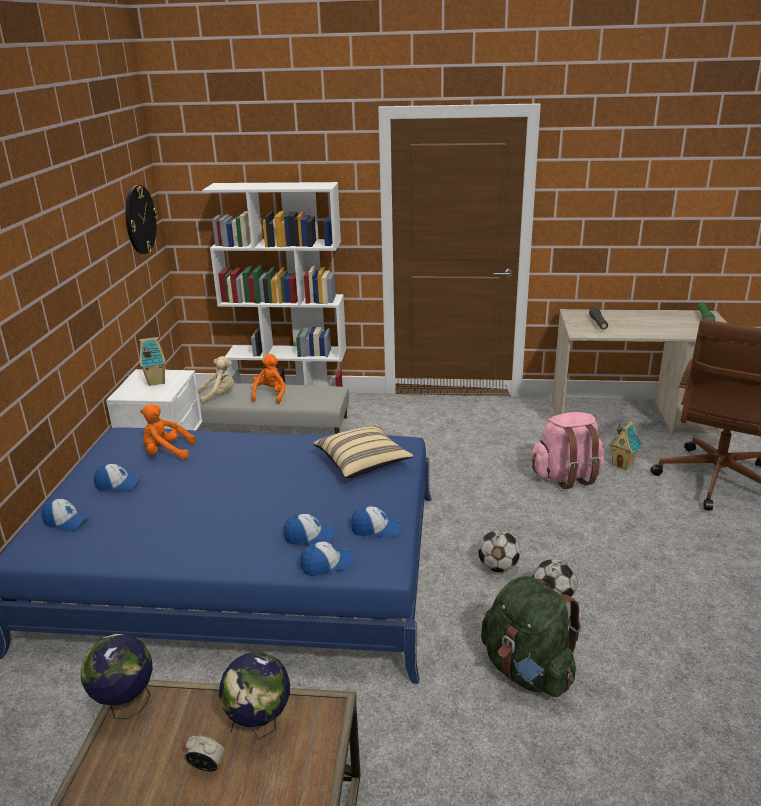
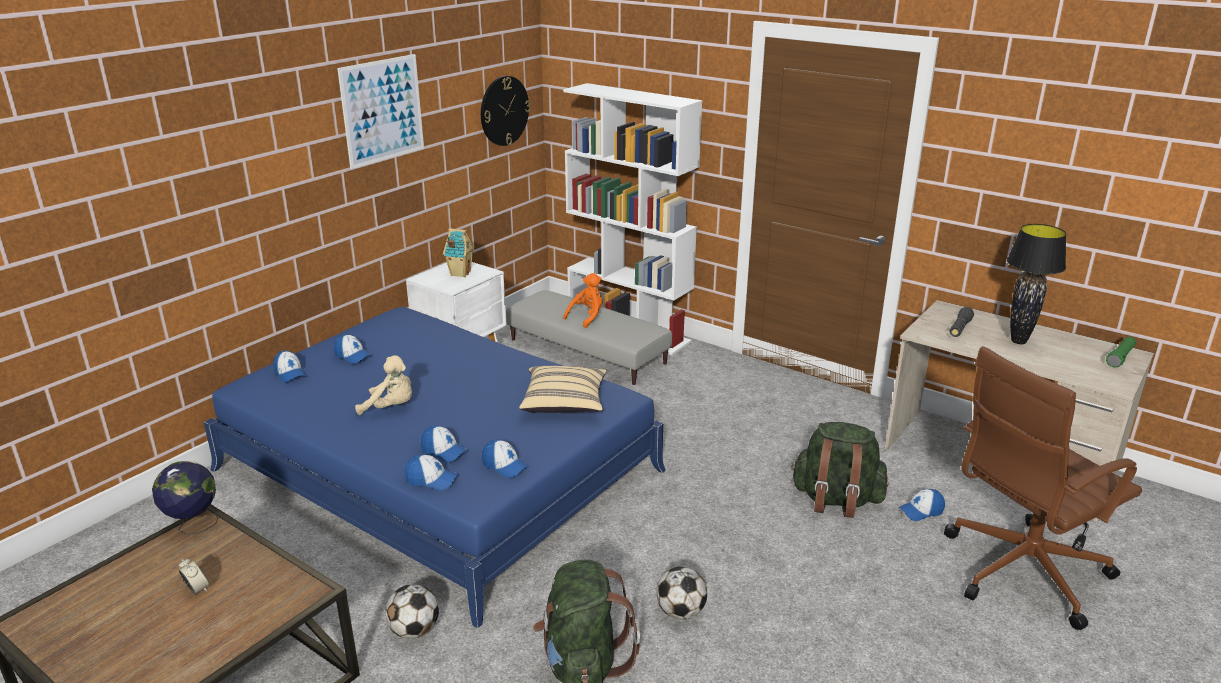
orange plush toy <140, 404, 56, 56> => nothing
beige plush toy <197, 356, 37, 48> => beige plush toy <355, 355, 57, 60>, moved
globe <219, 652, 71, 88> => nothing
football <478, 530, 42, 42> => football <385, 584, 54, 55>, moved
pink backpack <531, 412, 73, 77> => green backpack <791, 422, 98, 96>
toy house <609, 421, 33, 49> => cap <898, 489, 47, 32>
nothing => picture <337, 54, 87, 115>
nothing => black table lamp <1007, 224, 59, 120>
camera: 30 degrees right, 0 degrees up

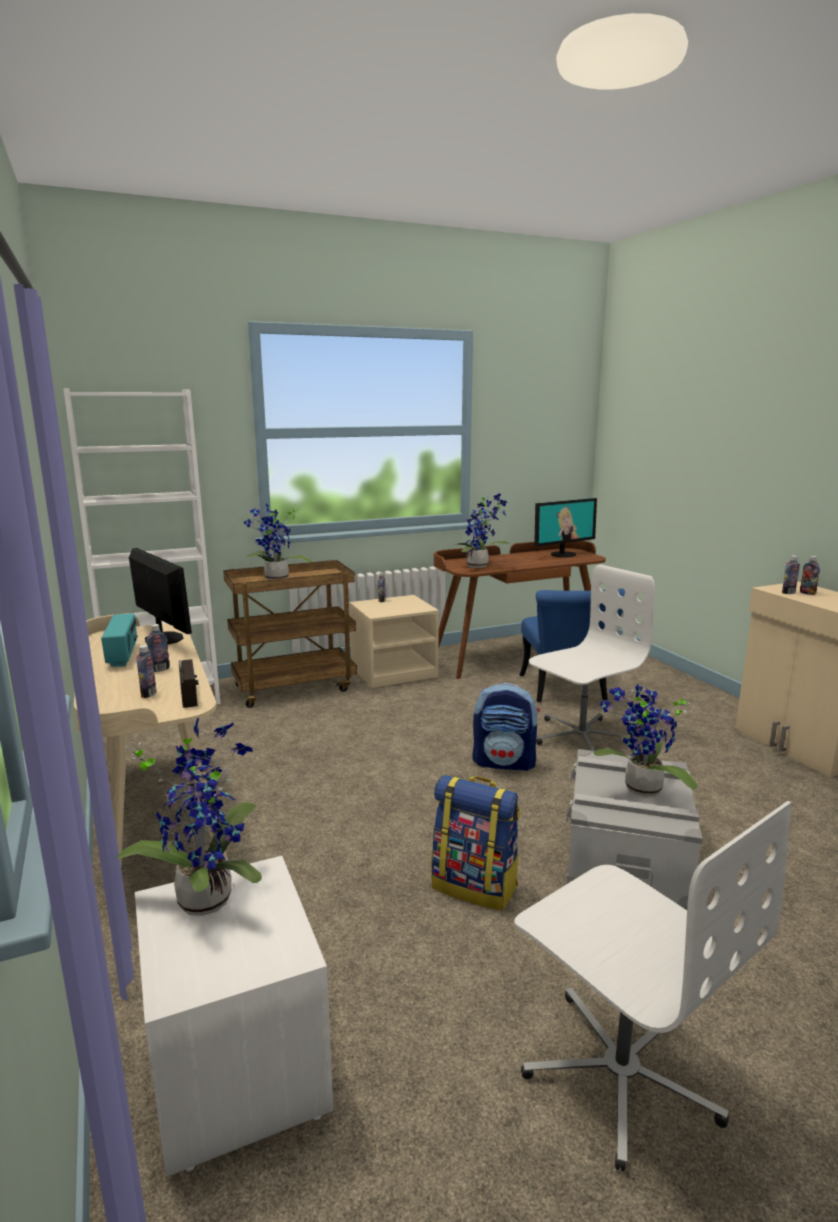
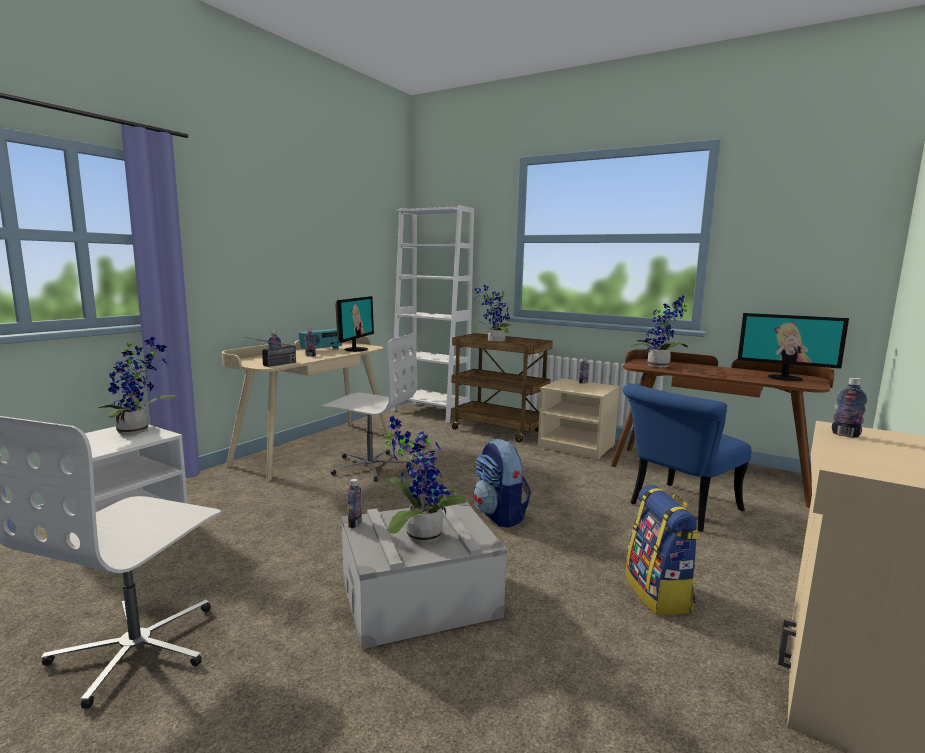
backpack <431, 775, 89, 136> => backpack <625, 485, 75, 130>, moved
white office chair <529, 564, 126, 188> => white office chair <321, 333, 96, 149>, moved
bottle <800, 556, 20, 39> => bottle <347, 479, 15, 49>, moved
camera: 55 degrees right, 5 degrees down

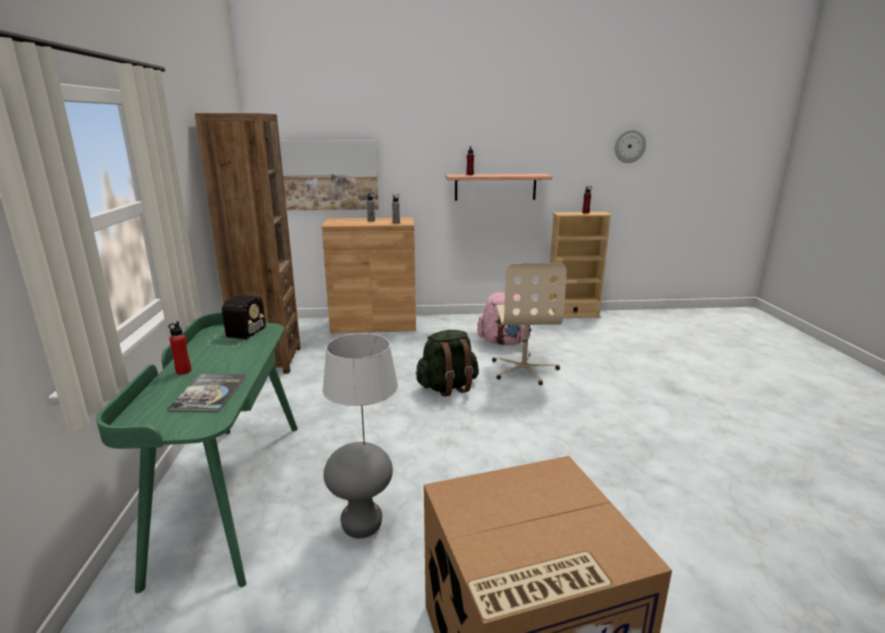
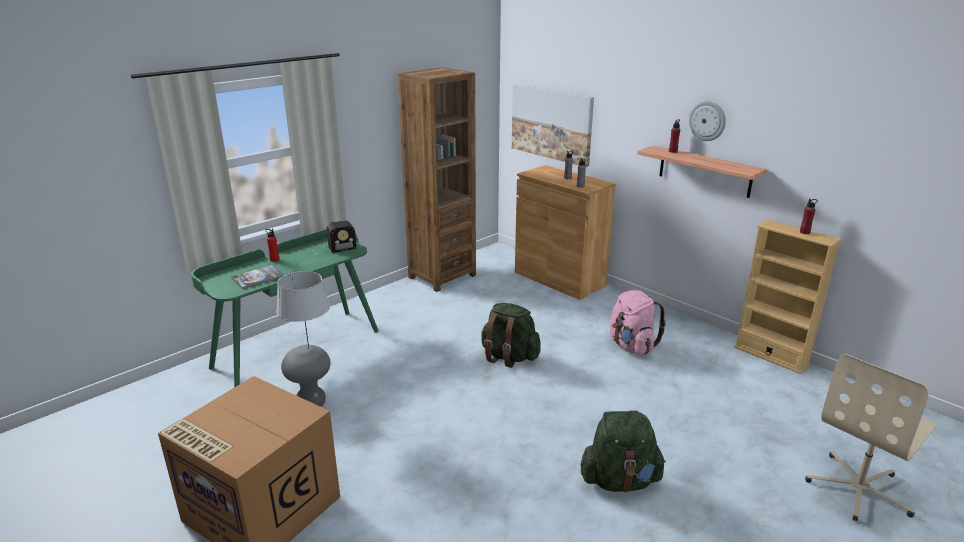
beige office chair <492, 263, 75, 122> => beige office chair <805, 354, 131, 167>, moved
wall clock <615, 129, 31, 34> => wall clock <689, 101, 37, 40>, moved
nothing => green backpack <581, 410, 85, 82>
camera: 50 degrees right, 5 degrees up

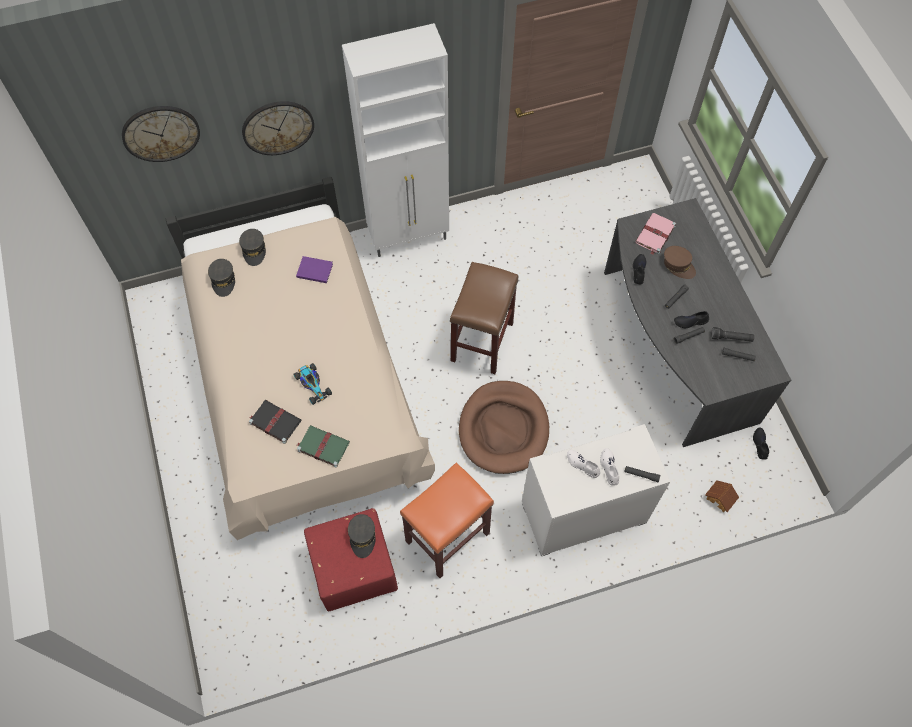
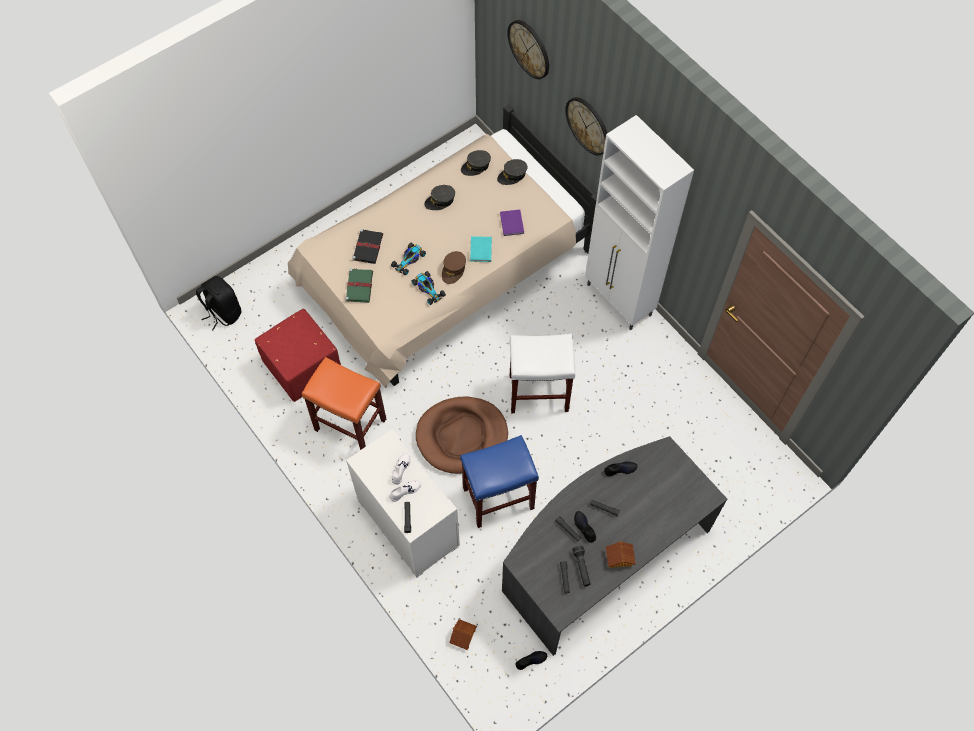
grey cap <348, 514, 28, 44> => grey cap <424, 185, 31, 25>, moved
brown stool <450, 262, 68, 112> => white stool <510, 334, 65, 79>
pink book <635, 213, 41, 41> => nothing
brown cap <664, 246, 32, 33> => brown cap <442, 251, 24, 33>, moved
nothing => black backpack <196, 276, 46, 54>
nothing => toy car <411, 271, 35, 34>
nothing => blue stool <460, 435, 79, 93>
nothing => turquoise book <470, 236, 22, 26>
nothing => toy house <606, 541, 30, 27>
camera: 70 degrees right, 0 degrees up

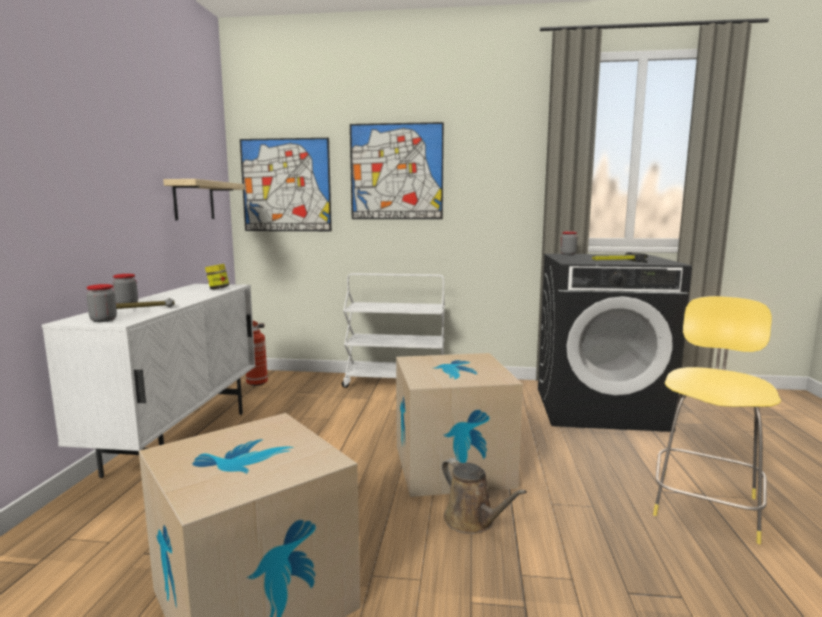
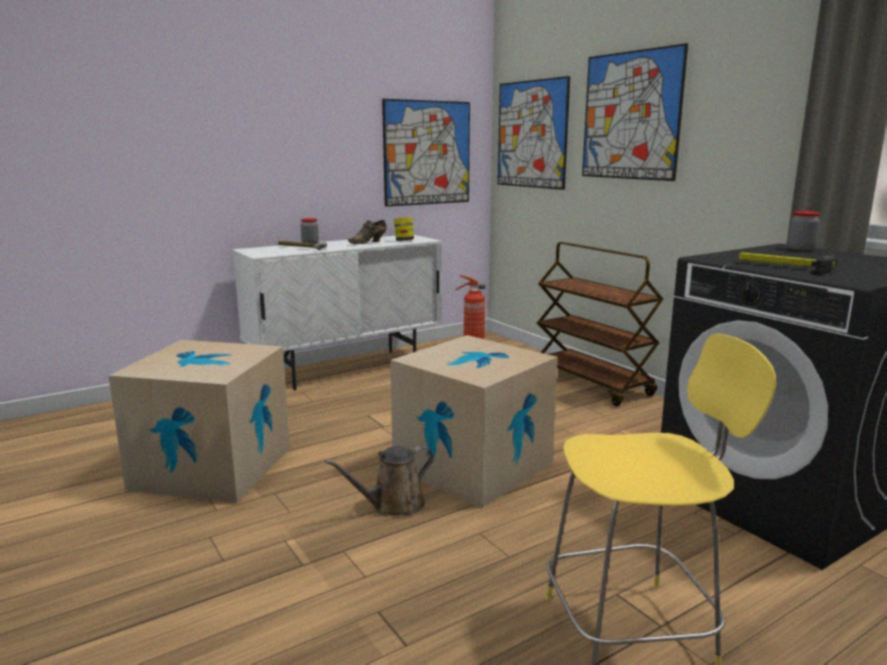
jar <86, 284, 31, 38> => nothing
shelf <163, 179, 81, 41> => picture <382, 99, 88, 108>
white cart <342, 273, 103, 115> => brown cart <536, 242, 127, 164>
brown watering can <442, 458, 85, 76> => brown watering can <325, 445, 109, 71>, 45 degrees clockwise
nothing => brown shoe <348, 220, 39, 24>
camera: 50 degrees right, 5 degrees up

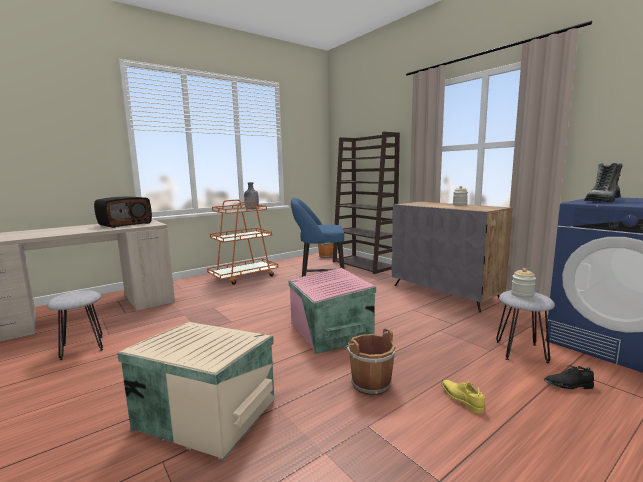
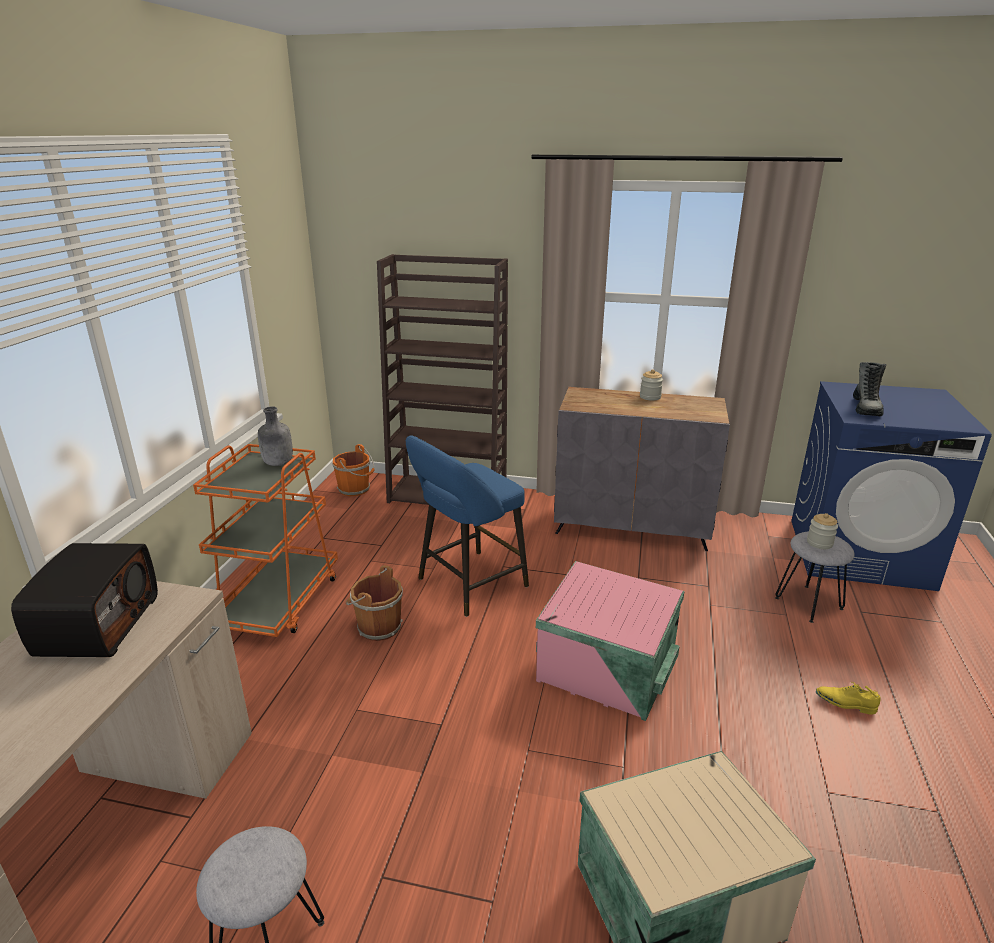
brown bucket <344, 328, 52, 67> => brown bucket <346, 565, 57, 76>, moved
black shoe <544, 365, 50, 24> => nothing
camera: 40 degrees left, 15 degrees up

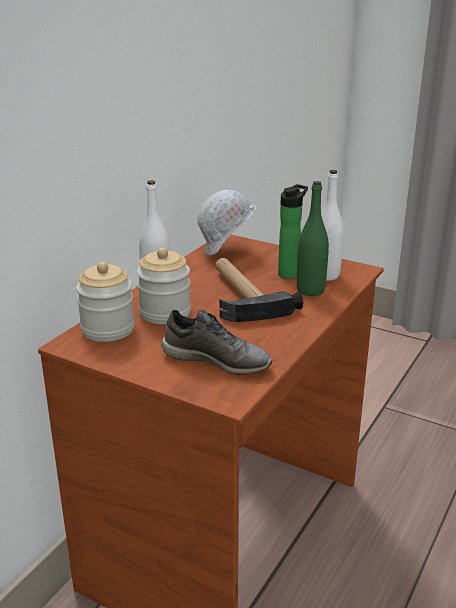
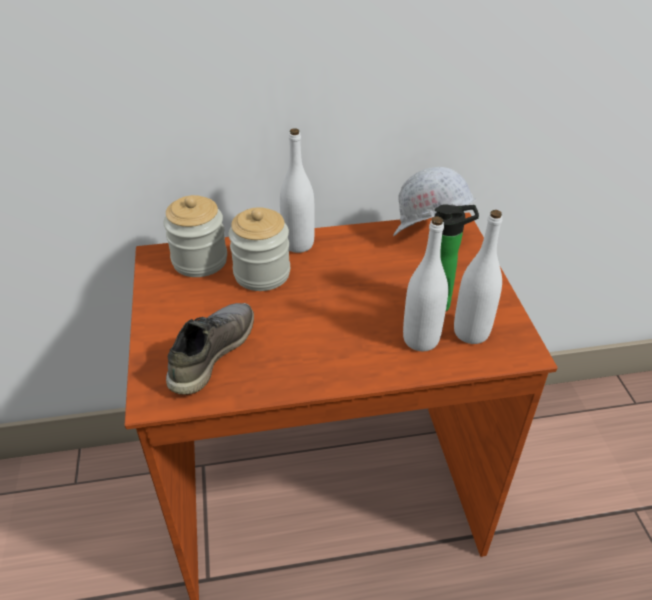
grey shoe <161, 310, 112, 65> => grey shoe <166, 303, 88, 92>, 135 degrees counterclockwise
hammer <215, 258, 88, 64> => nothing
green bottle <297, 181, 32, 115> => white bottle <403, 216, 45, 135>
camera: 50 degrees right, 15 degrees up

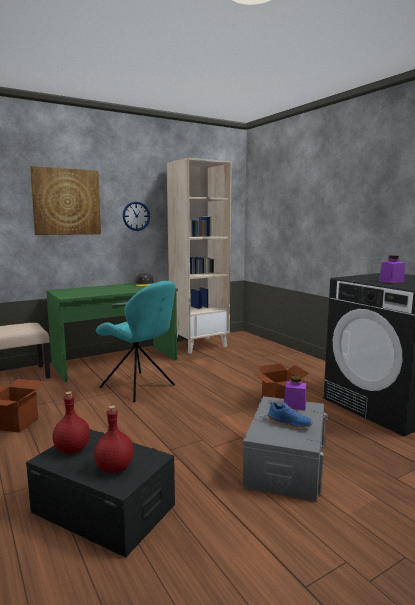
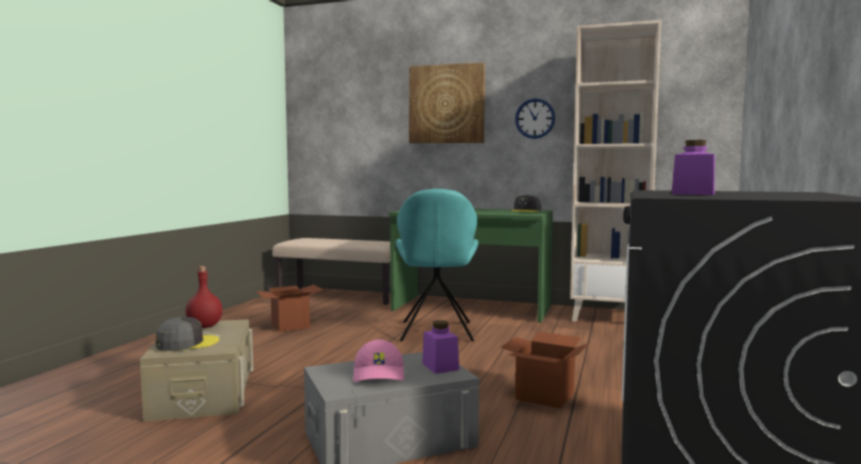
black storage box <26, 429, 149, 129> => beige storage box <139, 319, 115, 102>
red bottle <94, 405, 39, 68> => grey cap <156, 317, 64, 34>
blue shoe <267, 400, 46, 29> => pink cap <353, 339, 51, 43>
camera: 50 degrees right, 5 degrees down

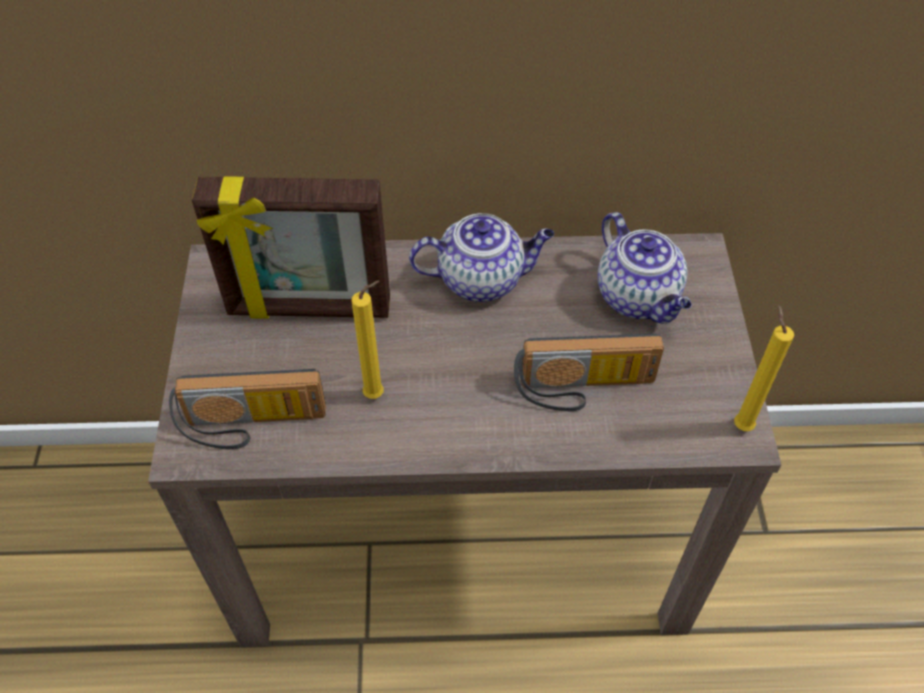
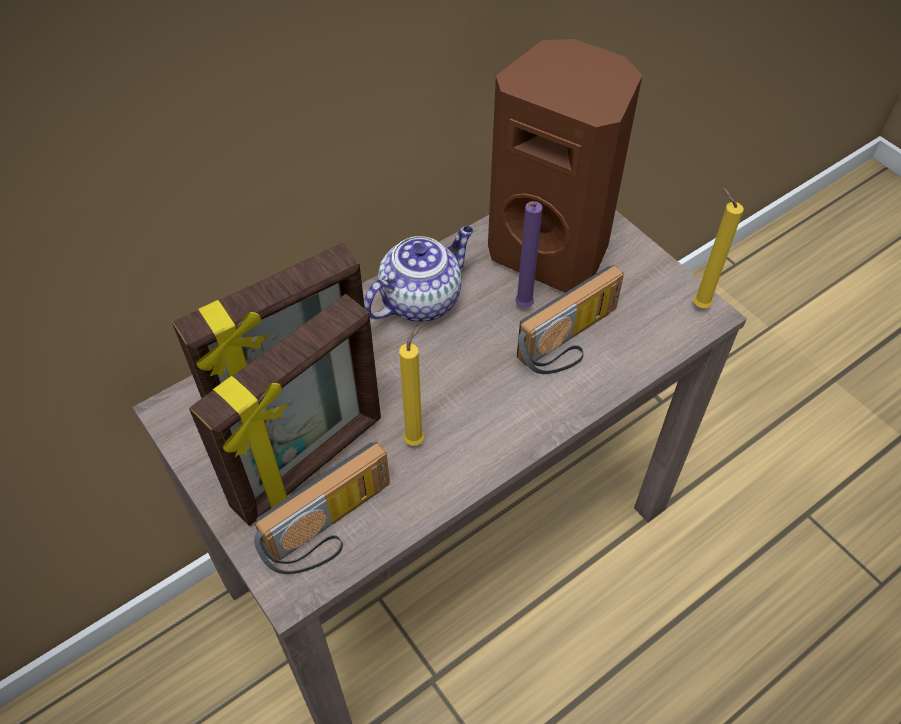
teapot <598, 212, 94, 111> => brown speaker <488, 39, 154, 254>
nothing => picture frame <189, 294, 192, 232>
nothing => purple candle <515, 201, 28, 107>
camera: 35 degrees left, 0 degrees up

